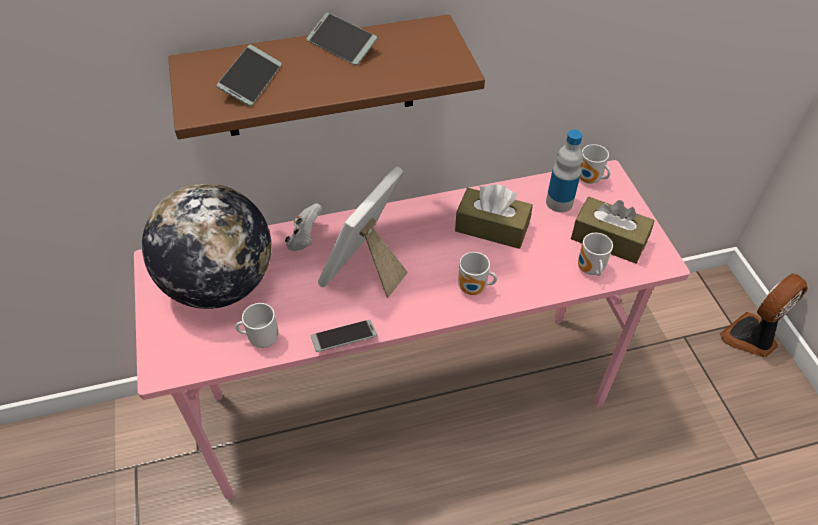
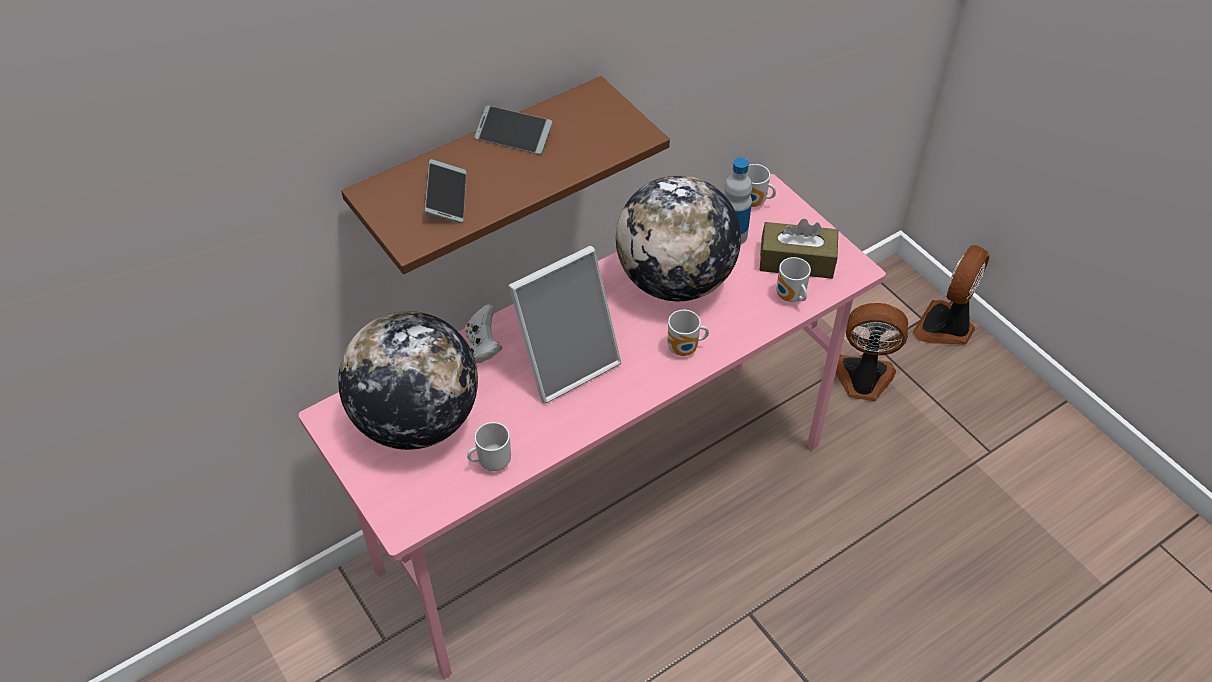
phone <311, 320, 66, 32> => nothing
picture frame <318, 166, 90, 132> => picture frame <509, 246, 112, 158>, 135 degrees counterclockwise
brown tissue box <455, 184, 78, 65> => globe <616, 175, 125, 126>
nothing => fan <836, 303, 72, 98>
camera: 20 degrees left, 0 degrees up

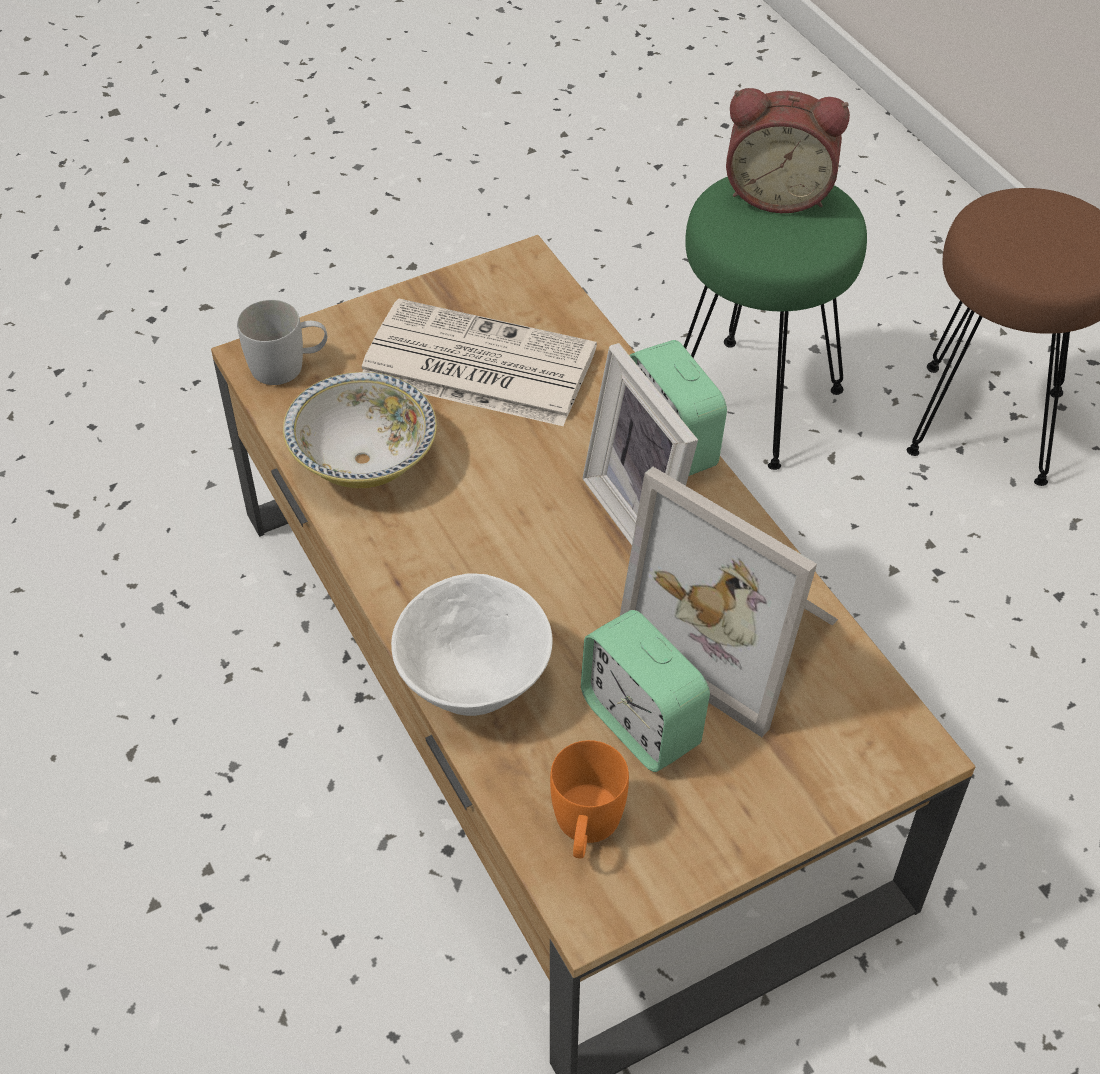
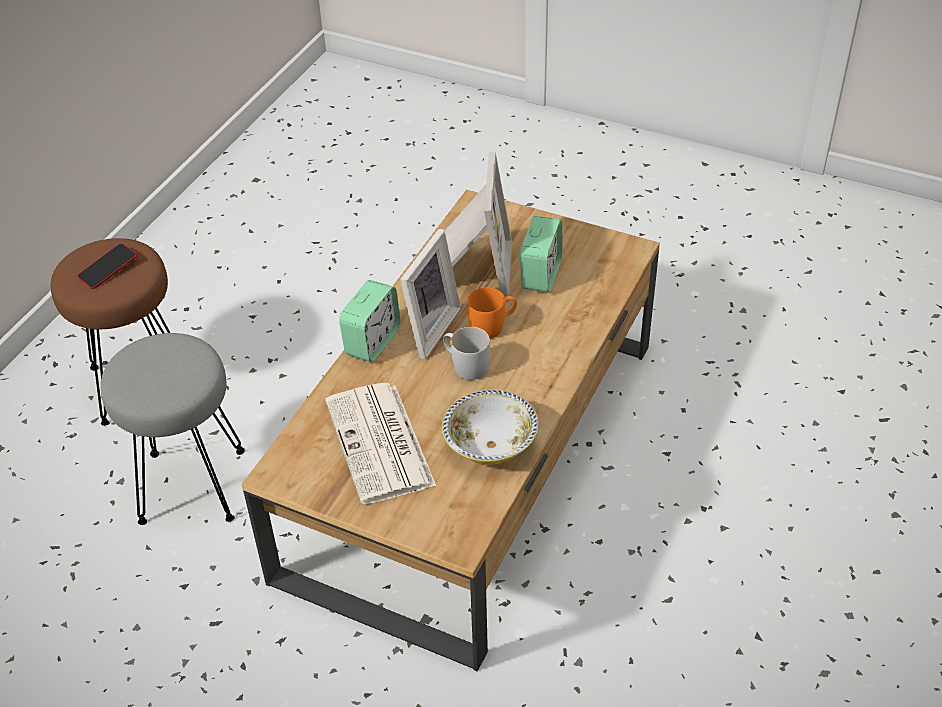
white mug <237, 300, 90, 85> => white mug <443, 327, 47, 53>, moved
white bowl <391, 573, 162, 143> => nothing
orange mug <550, 740, 79, 118> => orange mug <467, 287, 50, 52>, moved
green stool <684, 177, 183, 293> => grey stool <100, 333, 145, 192>
alarm clock <726, 88, 124, 125> => nothing
nothing => phone <77, 243, 60, 46>
camera: 125 degrees left, 5 degrees down

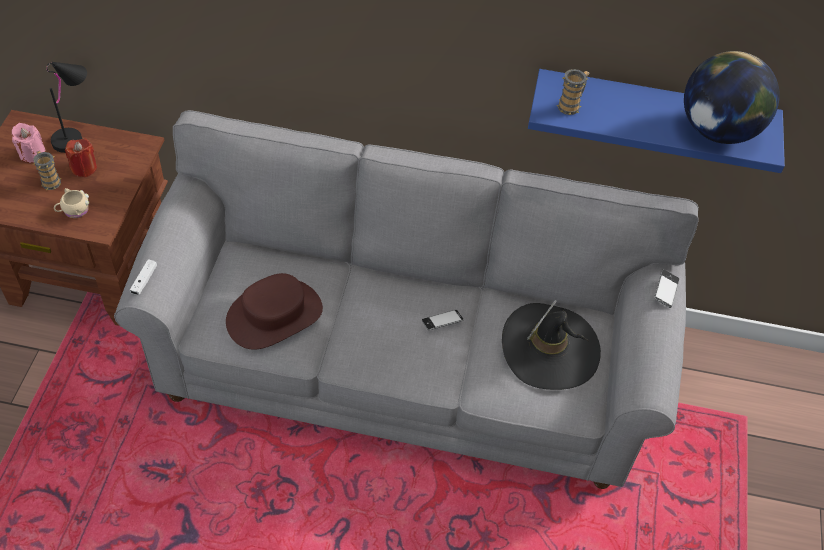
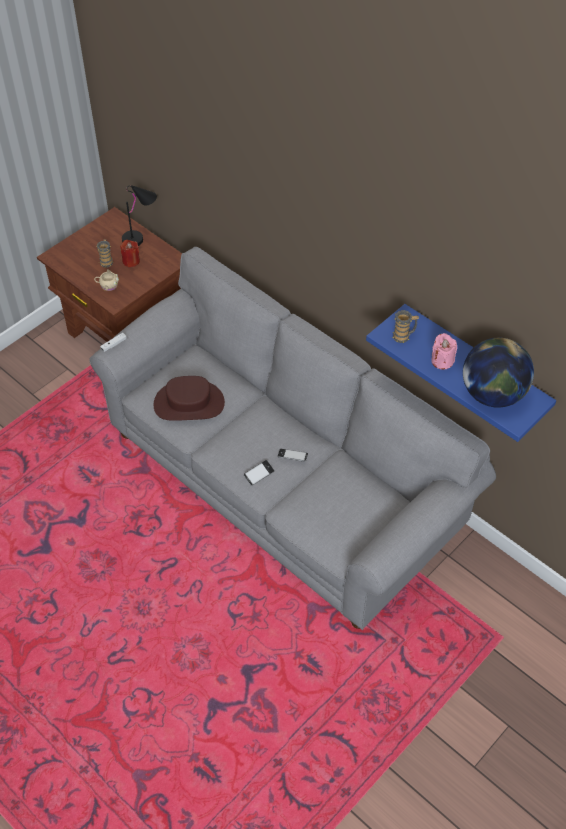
pink candle <12, 123, 34, 40> => pink candle <431, 333, 26, 37>, moved
black hat <502, 300, 99, 90> => nothing
phone <654, 269, 25, 39> => phone <244, 460, 30, 26>, moved
camera: 35 degrees right, 0 degrees up

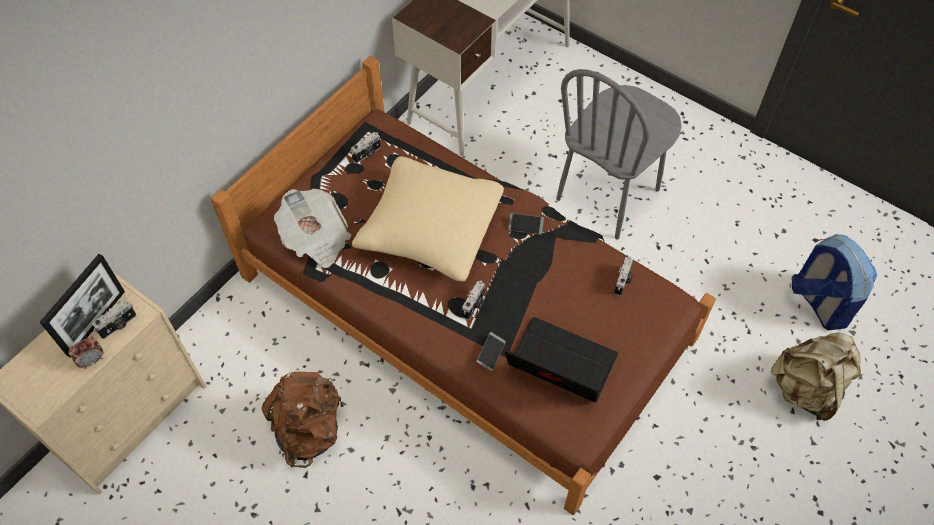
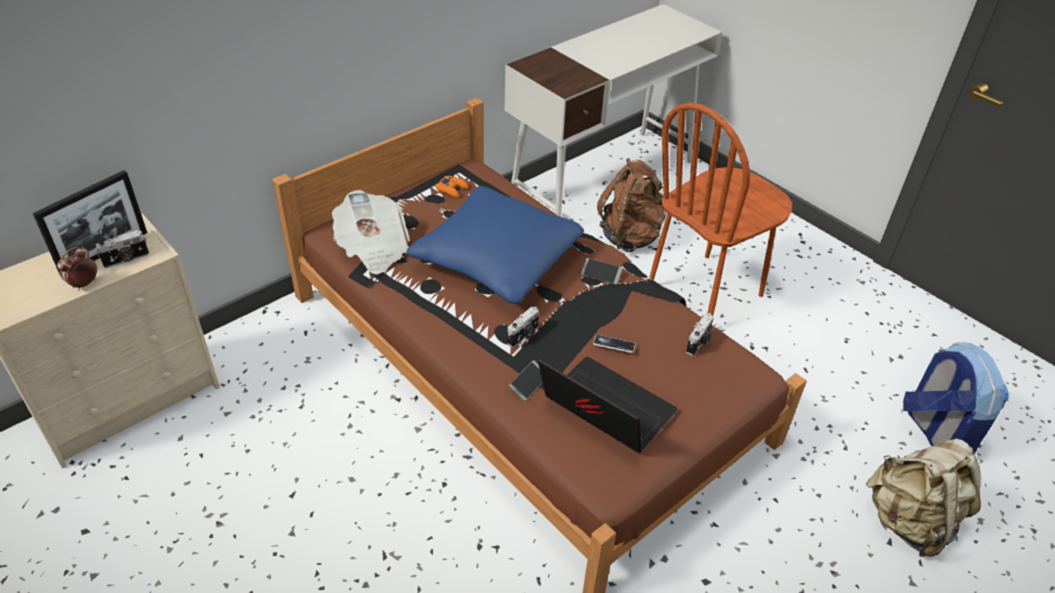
alarm clock <69, 337, 34, 32> => alarm clock <57, 247, 40, 43>, 150 degrees clockwise
brown backpack <262, 372, 82, 96> => brown backpack <597, 158, 69, 94>, moved
photo camera <351, 132, 30, 31> => orange game controller <436, 176, 32, 22>
beige pillow <352, 156, 152, 126> => blue pillow <406, 186, 178, 118>
grey chair <556, 69, 126, 171> => brown chair <650, 103, 142, 213>
nothing => phone <593, 335, 43, 18>
camera: 10 degrees right, 15 degrees down

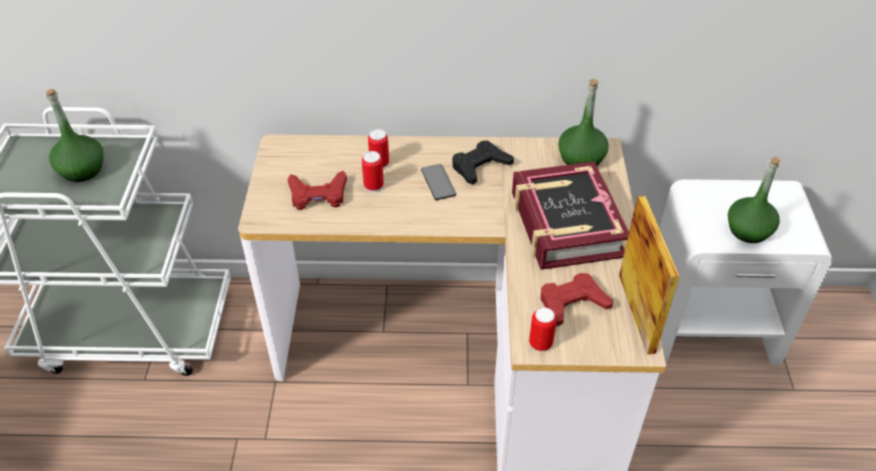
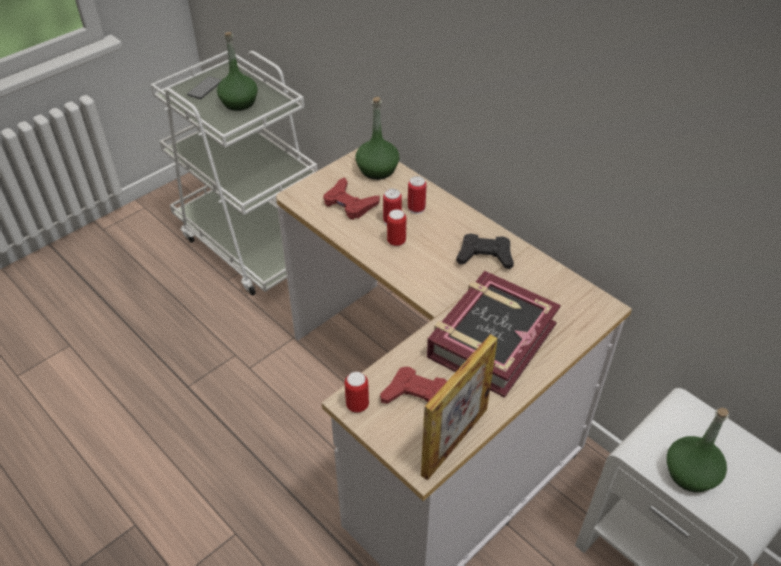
phone <421, 164, 35, 36> => phone <187, 76, 34, 23>, moved
green bottle <558, 79, 51, 87> => green bottle <356, 97, 43, 83>, moved
nothing => can <387, 209, 19, 37>
camera: 45 degrees right, 0 degrees up

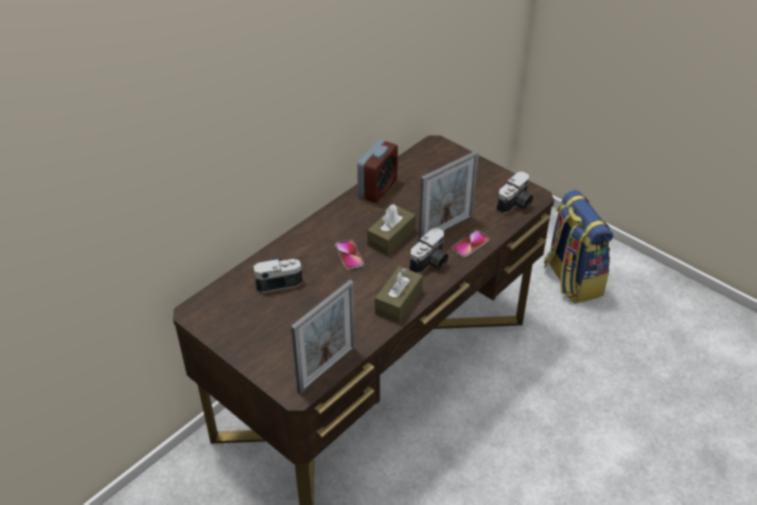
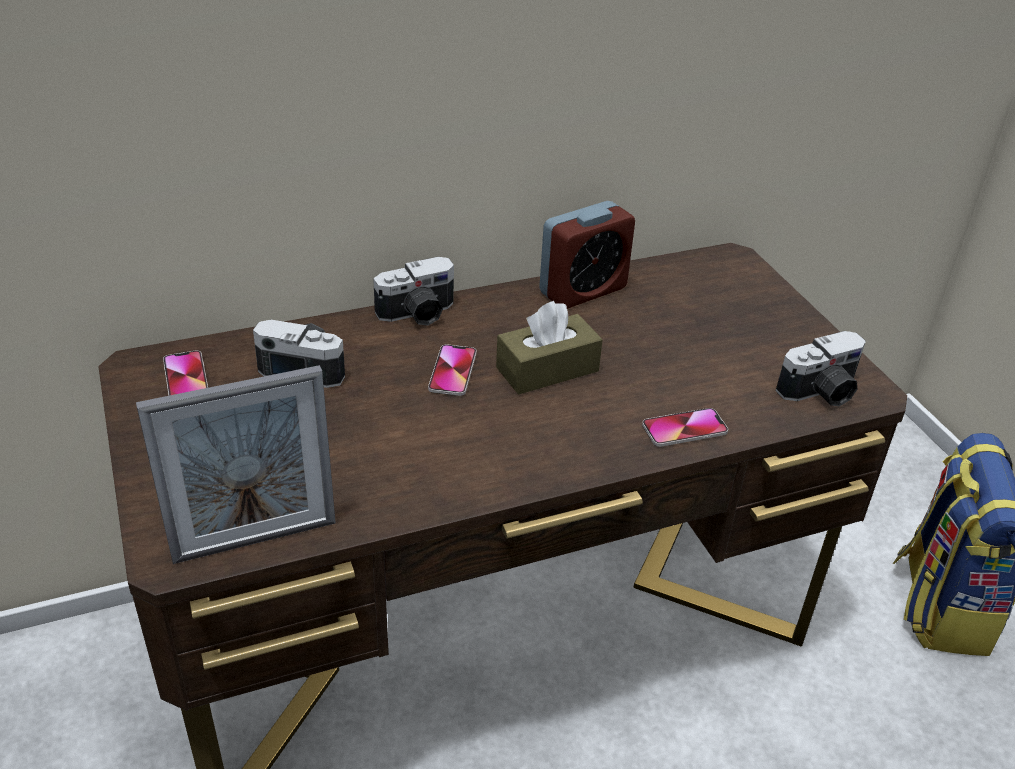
brown tissue box <375, 266, 48, 57> => nothing
photo camera <410, 228, 38, 46> => photo camera <373, 257, 81, 69>, moved
picture frame <418, 151, 61, 91> => nothing
nothing => phone <163, 351, 45, 45>
camera: 25 degrees right, 5 degrees down

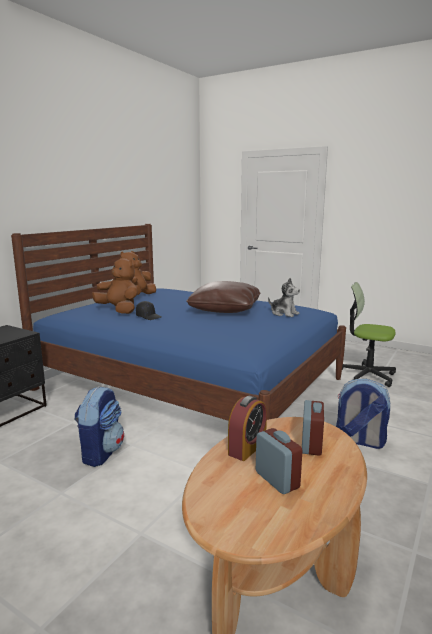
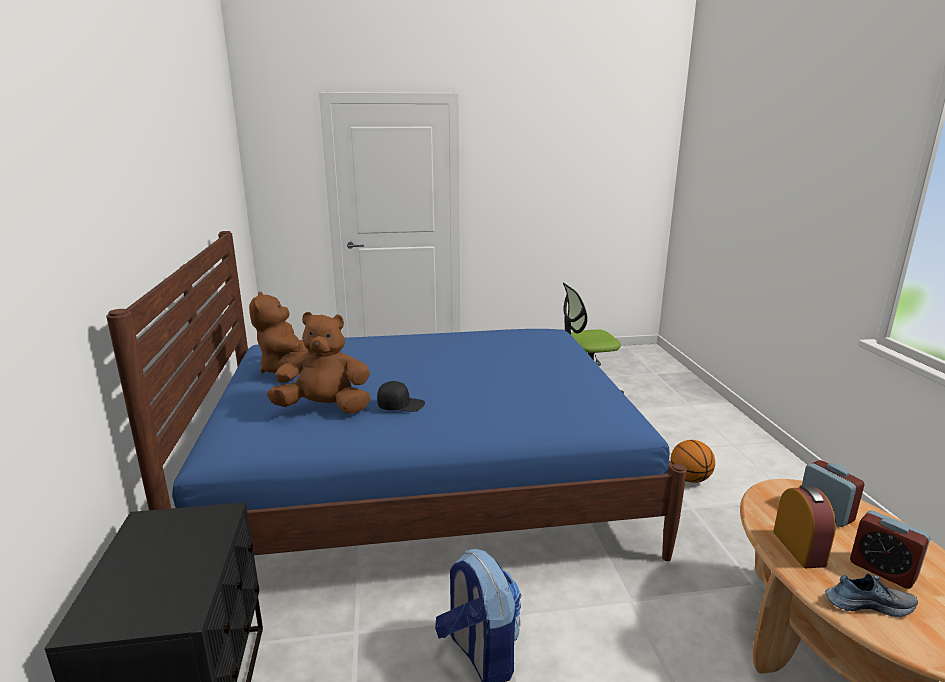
brown pillow <186, 281, 75, 32> => nothing
alarm clock <256, 428, 46, 66> => alarm clock <850, 510, 81, 79>, 150 degrees counterclockwise
plush toy <268, 278, 32, 39> => nothing
backpack <336, 379, 54, 70> => basketball <670, 440, 45, 43>
nothing => shoe <825, 573, 93, 44>
camera: 40 degrees left, 5 degrees up

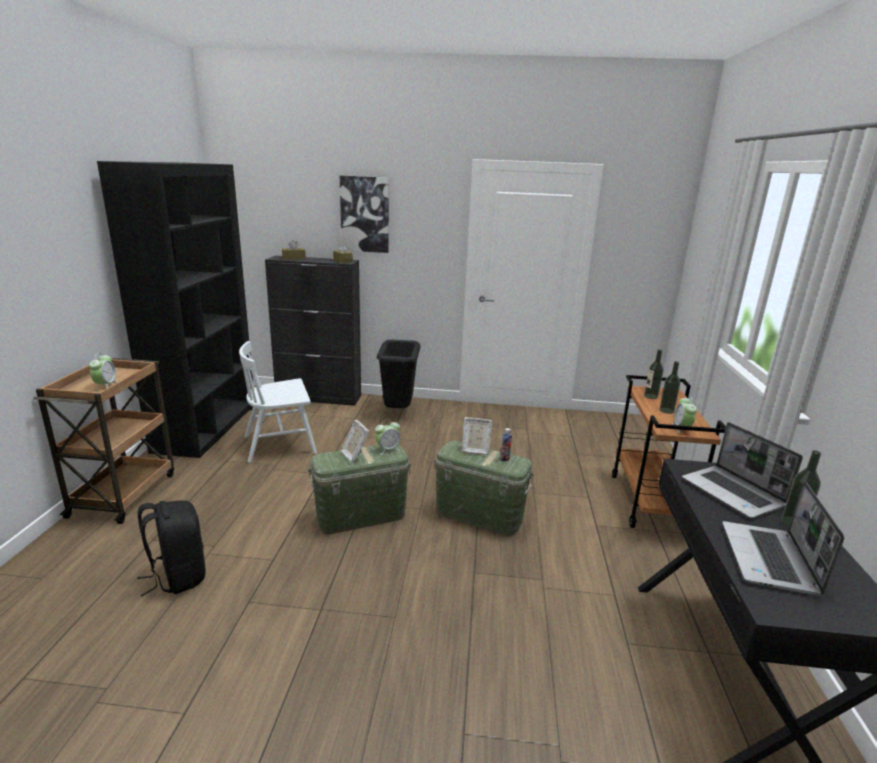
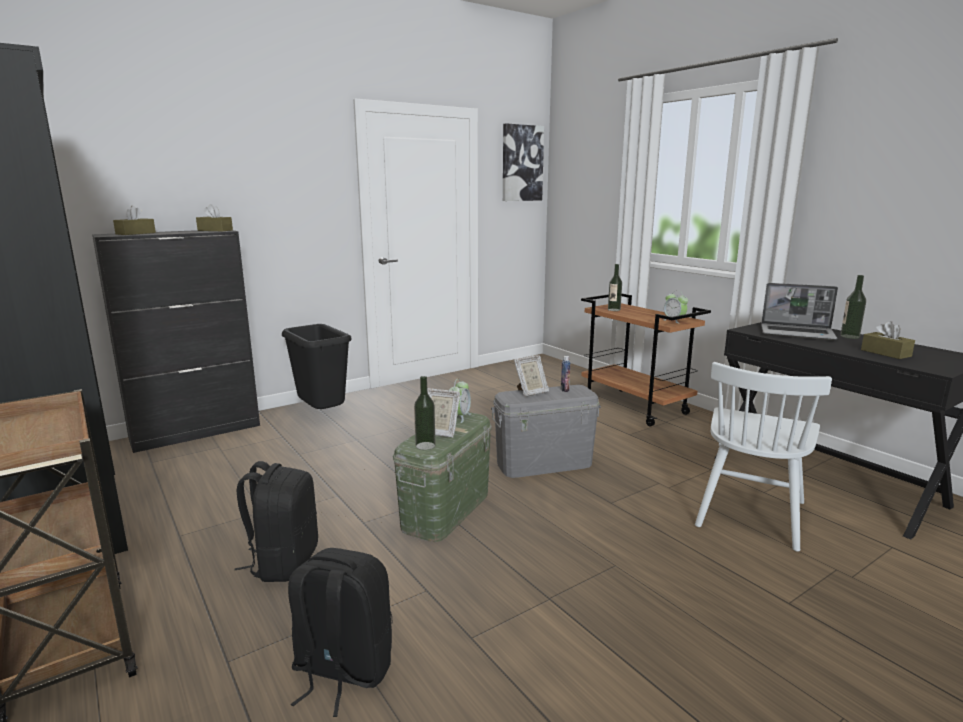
alarm clock <89, 353, 29, 36> => nothing
white chair <239, 341, 78, 122> => white chair <695, 362, 137, 190>, moved
picture <340, 175, 49, 78> => picture <503, 123, 41, 78>, moved
green storage box <434, 441, 100, 95> => grey storage box <491, 385, 110, 93>
bottle <659, 361, 21, 53> => bottle <414, 376, 22, 74>, moved
laptop <722, 482, 122, 114> => brown tissue box <861, 321, 54, 38>
nothing => black backpack <235, 461, 83, 121>
camera: 40 degrees left, 5 degrees down

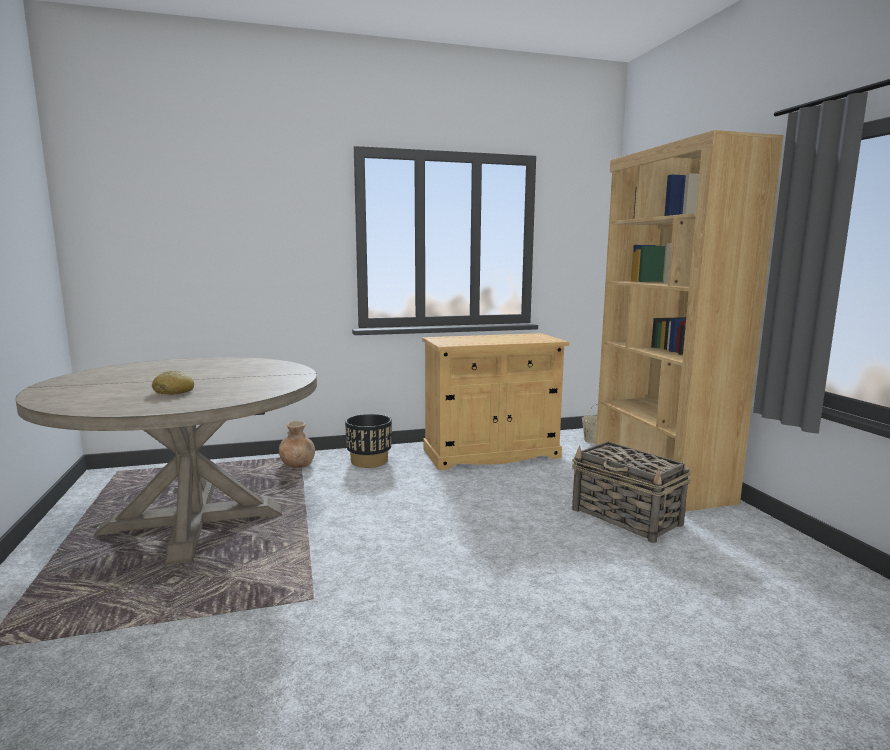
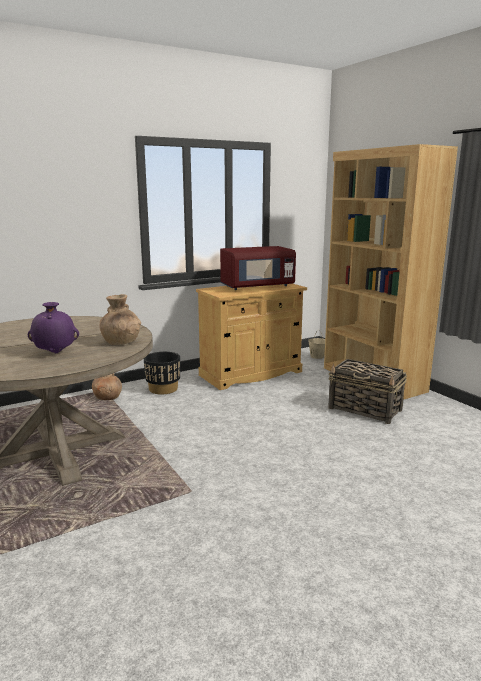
bread <152, 371, 42, 24> => purple vase <28, 302, 51, 52>
nothing => brown vase <99, 294, 42, 51>
nothing => red microwave <220, 246, 76, 44>
camera: 15 degrees left, 5 degrees up

